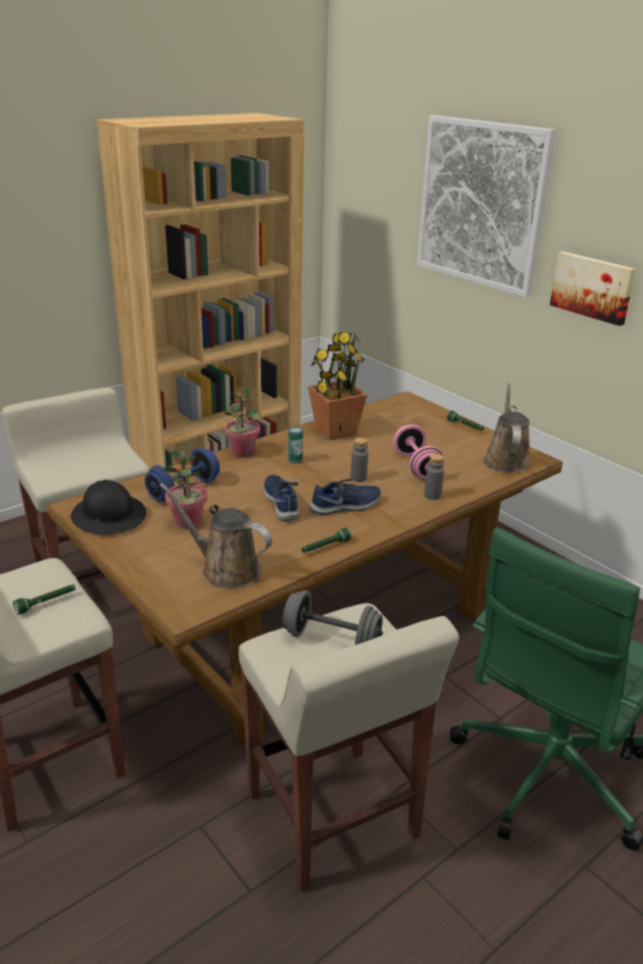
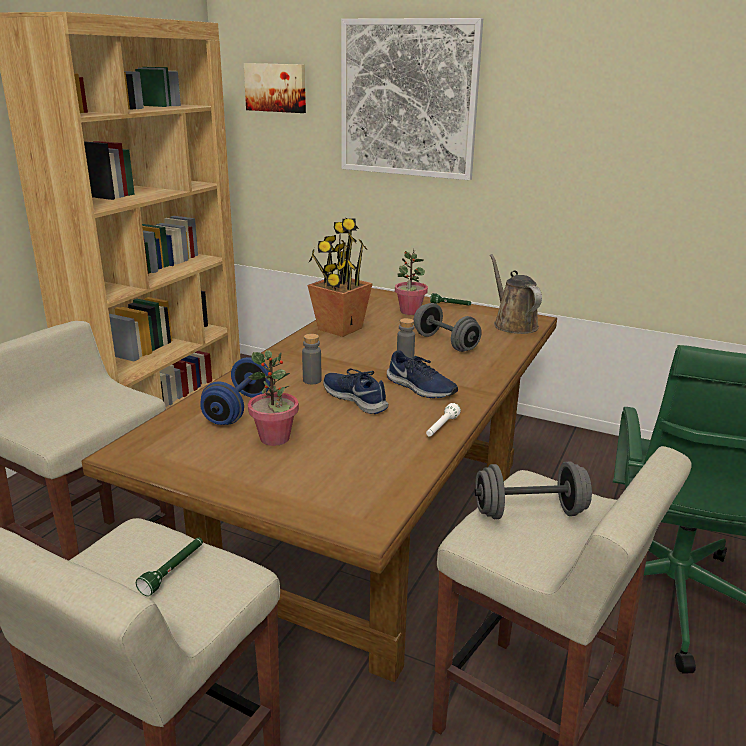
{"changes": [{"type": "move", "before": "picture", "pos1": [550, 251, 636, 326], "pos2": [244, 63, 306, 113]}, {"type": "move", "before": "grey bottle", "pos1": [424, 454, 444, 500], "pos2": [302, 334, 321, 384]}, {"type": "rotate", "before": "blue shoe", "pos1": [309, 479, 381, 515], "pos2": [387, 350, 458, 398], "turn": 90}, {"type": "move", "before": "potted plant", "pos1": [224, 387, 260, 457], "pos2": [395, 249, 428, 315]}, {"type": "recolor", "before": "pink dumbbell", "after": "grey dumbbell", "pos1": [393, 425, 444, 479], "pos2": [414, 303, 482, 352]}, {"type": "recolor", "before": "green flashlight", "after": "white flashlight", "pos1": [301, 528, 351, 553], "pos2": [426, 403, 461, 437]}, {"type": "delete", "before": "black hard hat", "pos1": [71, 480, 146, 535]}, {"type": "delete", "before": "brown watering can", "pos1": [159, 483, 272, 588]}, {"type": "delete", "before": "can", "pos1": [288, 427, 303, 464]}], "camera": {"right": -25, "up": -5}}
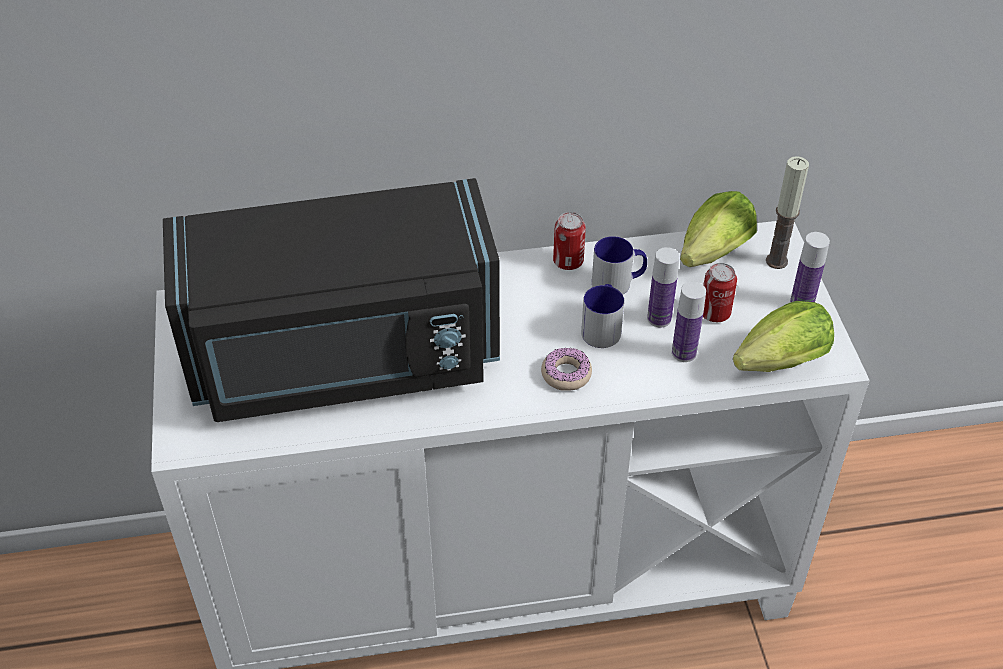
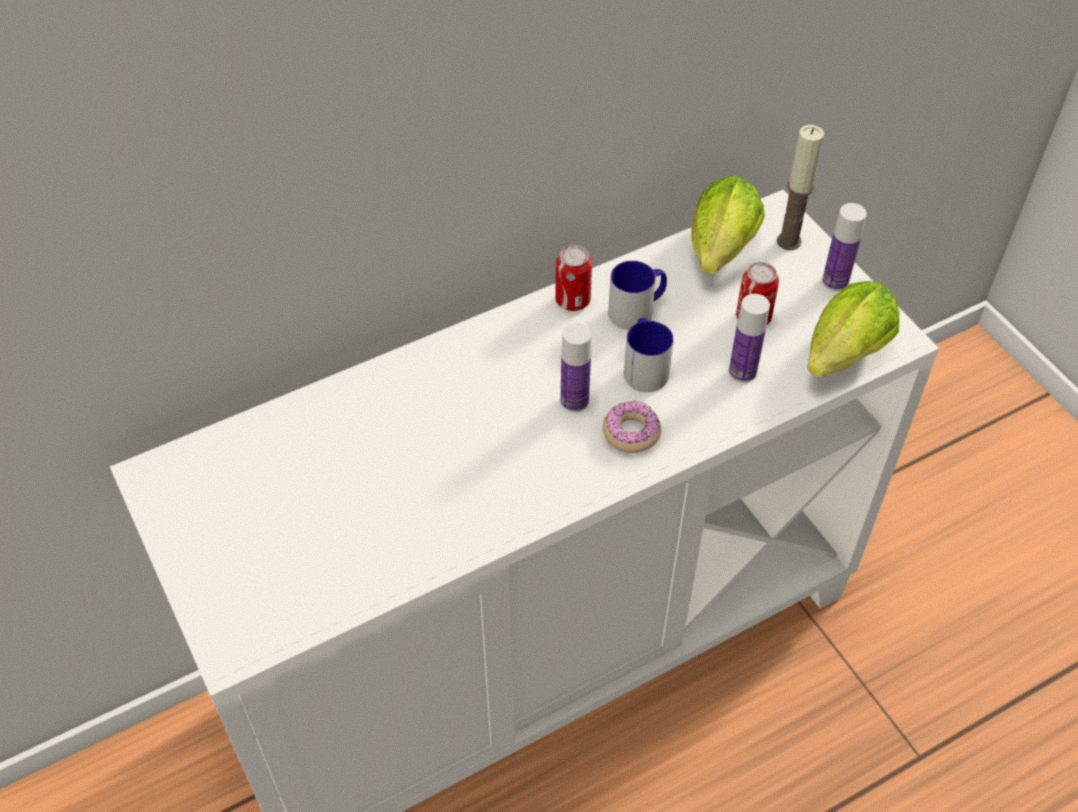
{"changes": [{"type": "move", "before": "bottle", "pos1": [647, 247, 680, 328], "pos2": [561, 323, 591, 412]}, {"type": "delete", "before": "black microwave", "pos1": [163, 178, 500, 422]}], "camera": {"right": -20, "up": 5}}
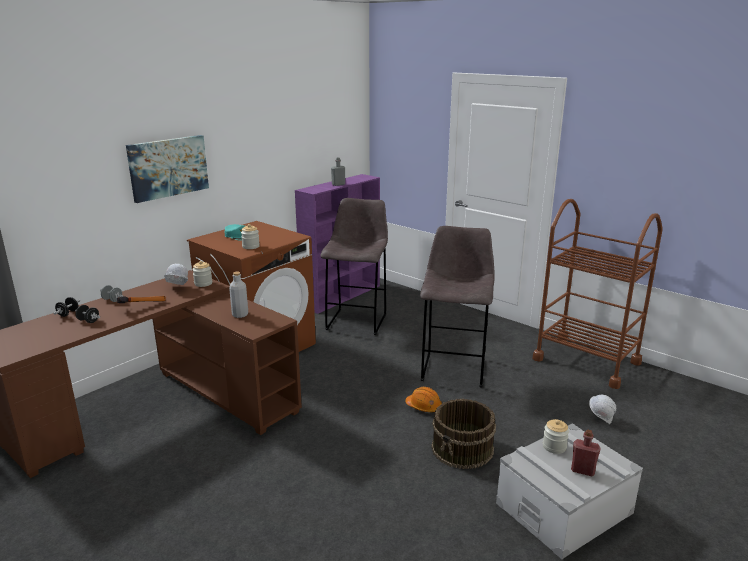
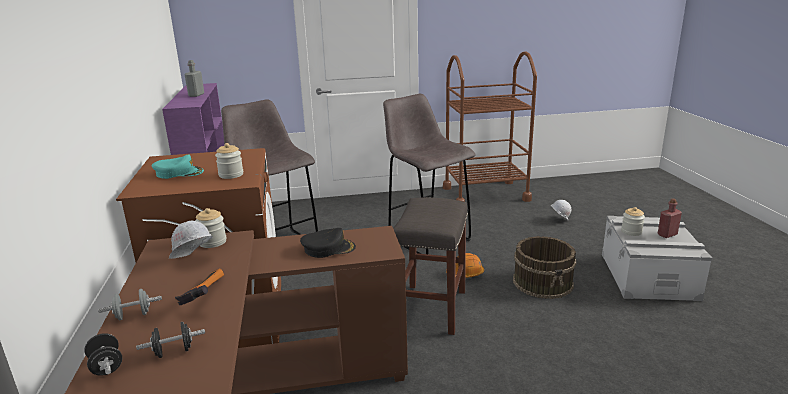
{"changes": [{"type": "replace", "before": "grey bottle", "after": "black cap", "pos1": [229, 272, 248, 318], "pos2": [300, 228, 356, 258]}, {"type": "insert", "after": "grey stool", "pos2": [393, 197, 468, 335]}, {"type": "delete", "before": "picture", "pos1": [126, 135, 209, 203]}], "camera": {"right": -50, "up": 0}}
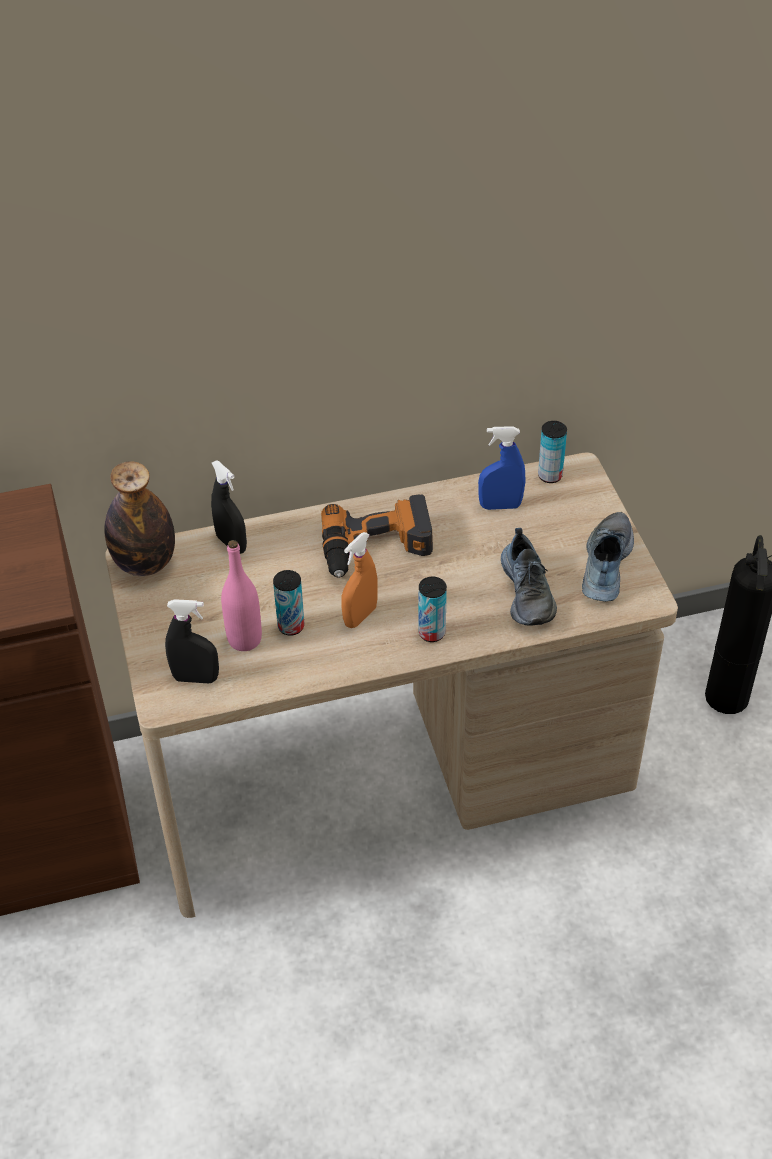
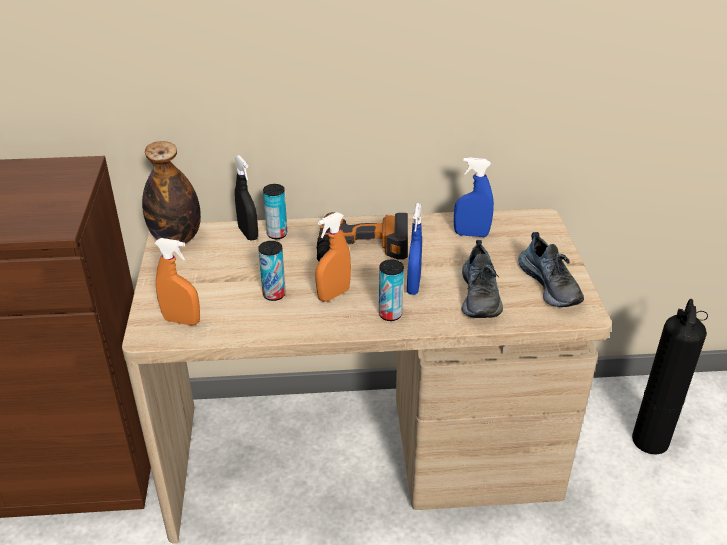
{"changes": [{"type": "recolor", "before": "black spray bottle", "after": "orange spray bottle", "pos1": [165, 599, 219, 683], "pos2": [155, 238, 200, 326]}, {"type": "move", "before": "can", "pos1": [538, 421, 567, 483], "pos2": [263, 184, 287, 239]}, {"type": "insert", "after": "blue spray bottle", "pos2": [407, 203, 422, 295]}, {"type": "rotate", "before": "shoe", "pos1": [582, 512, 634, 602], "pos2": [518, 232, 584, 307], "turn": 135}, {"type": "delete", "before": "pink bottle", "pos1": [221, 540, 262, 651]}], "camera": {"right": 10, "up": -10}}
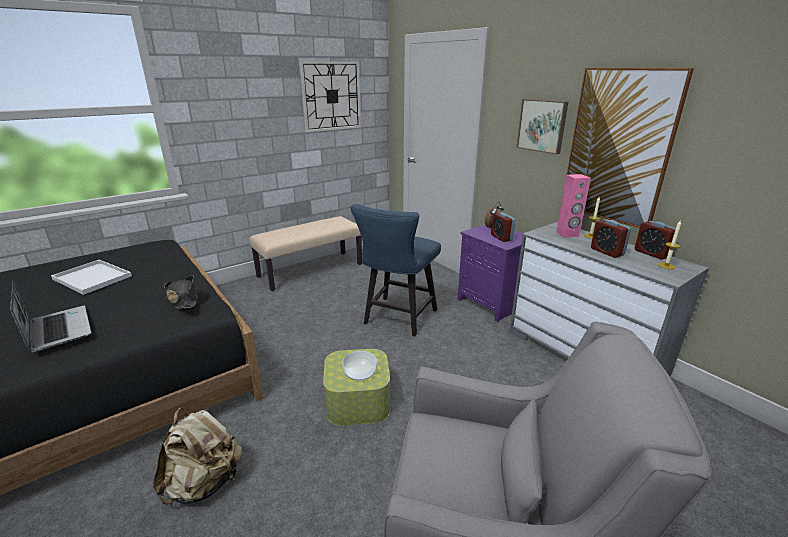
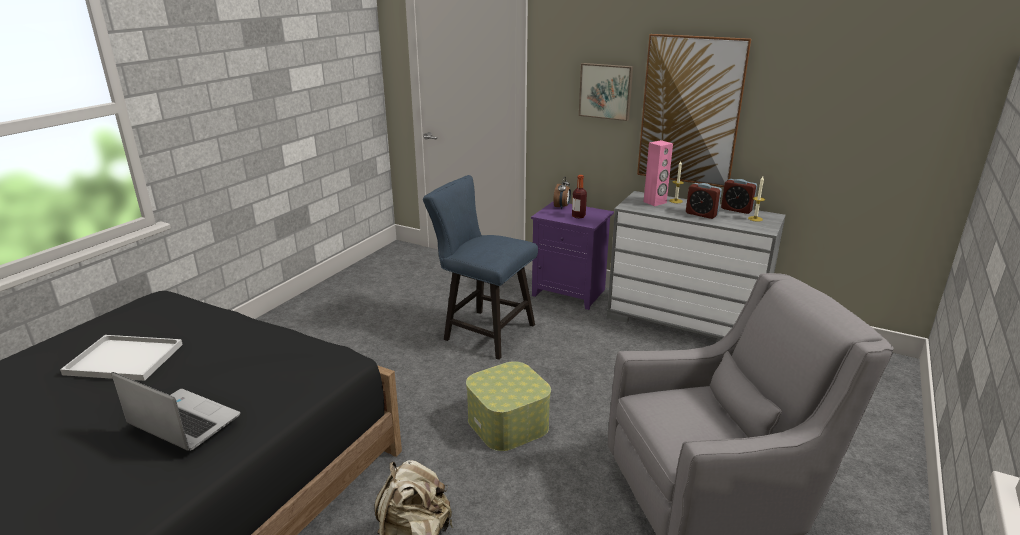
{"changes": [{"type": "rotate", "before": "blue chair", "pos1": [350, 204, 441, 336], "pos2": [423, 175, 538, 360], "turn": 120}, {"type": "replace", "before": "alarm clock", "after": "bottle", "pos1": [491, 212, 516, 242], "pos2": [572, 175, 587, 219]}, {"type": "delete", "before": "black hat", "pos1": [164, 275, 197, 309]}, {"type": "delete", "before": "beige bench", "pos1": [249, 216, 362, 291]}, {"type": "delete", "before": "wall clock", "pos1": [300, 61, 361, 132]}, {"type": "delete", "before": "bowl", "pos1": [342, 351, 377, 381]}], "camera": {"right": -25, "up": 0}}
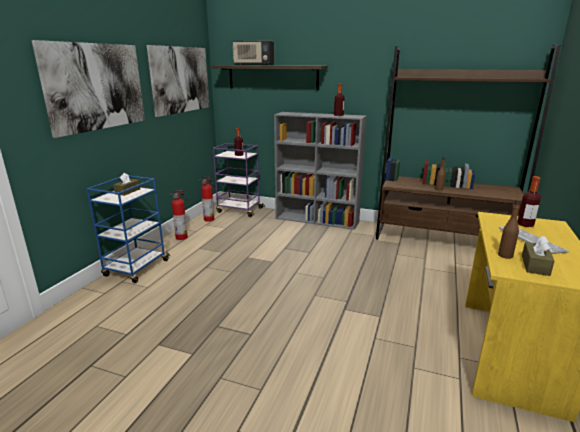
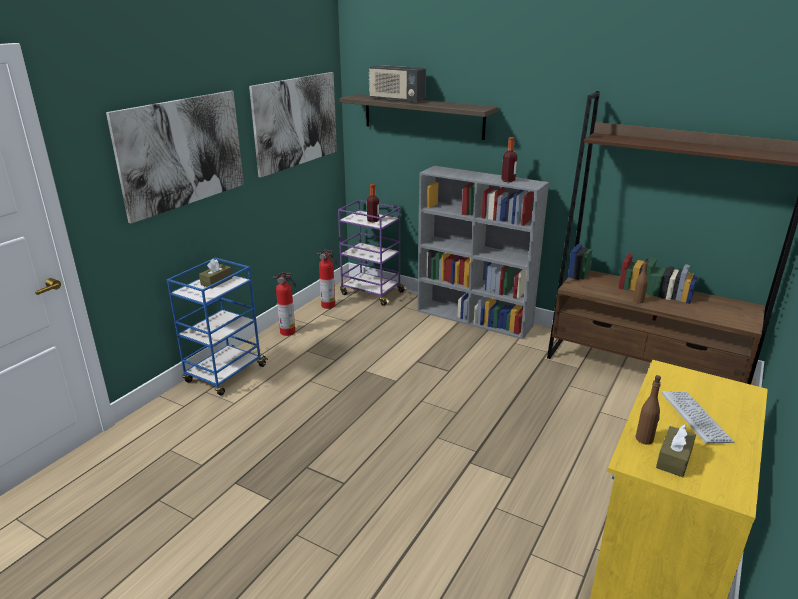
{"changes": [{"type": "delete", "before": "bottle", "pos1": [517, 176, 541, 227]}], "camera": {"right": 10, "up": 5}}
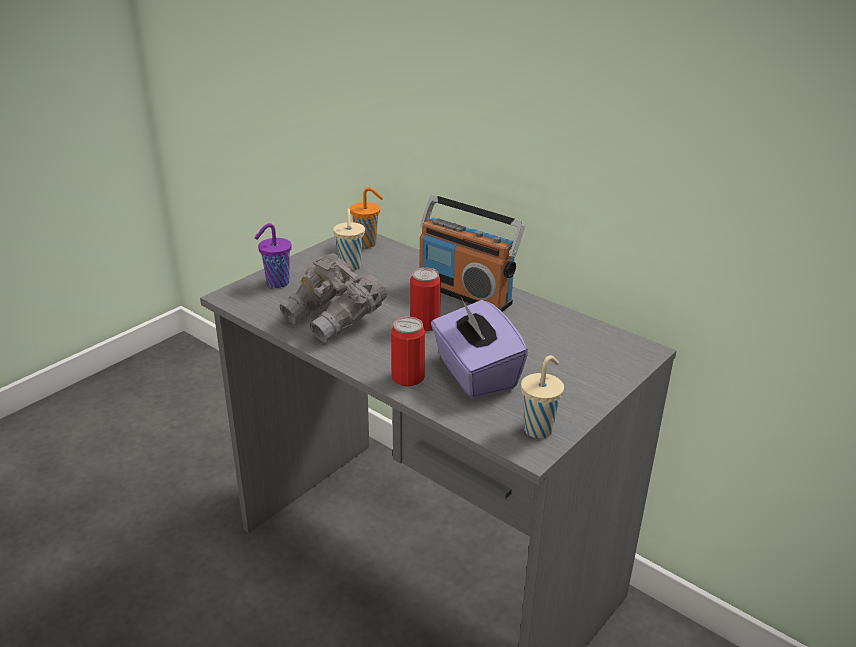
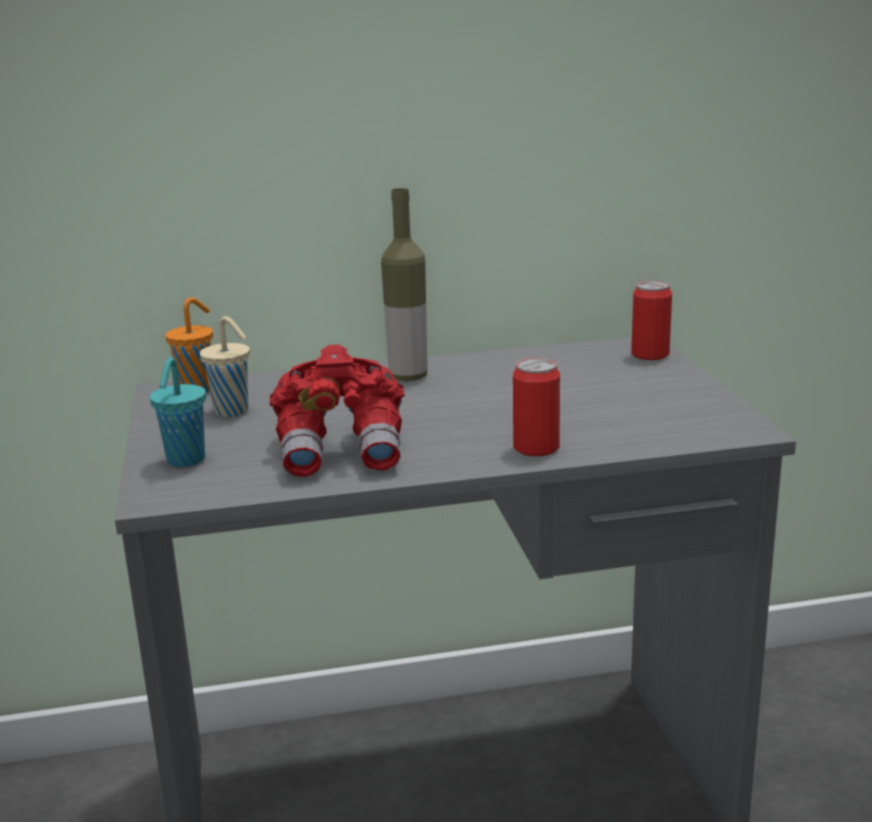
{"changes": [{"type": "recolor", "before": "purple cup", "after": "turquoise cup", "pos1": [255, 223, 292, 288], "pos2": [150, 357, 206, 467]}, {"type": "recolor", "before": "grey binoculars", "after": "red binoculars", "pos1": [280, 253, 387, 343], "pos2": [270, 344, 404, 477]}, {"type": "replace", "before": "radio", "after": "bottle", "pos1": [419, 195, 525, 312], "pos2": [381, 188, 428, 381]}, {"type": "move", "before": "can", "pos1": [410, 267, 441, 331], "pos2": [631, 280, 672, 360]}, {"type": "delete", "before": "purple tissue box", "pos1": [431, 297, 528, 398]}, {"type": "delete", "before": "beige cup", "pos1": [521, 355, 564, 439]}], "camera": {"right": -50, "up": -10}}
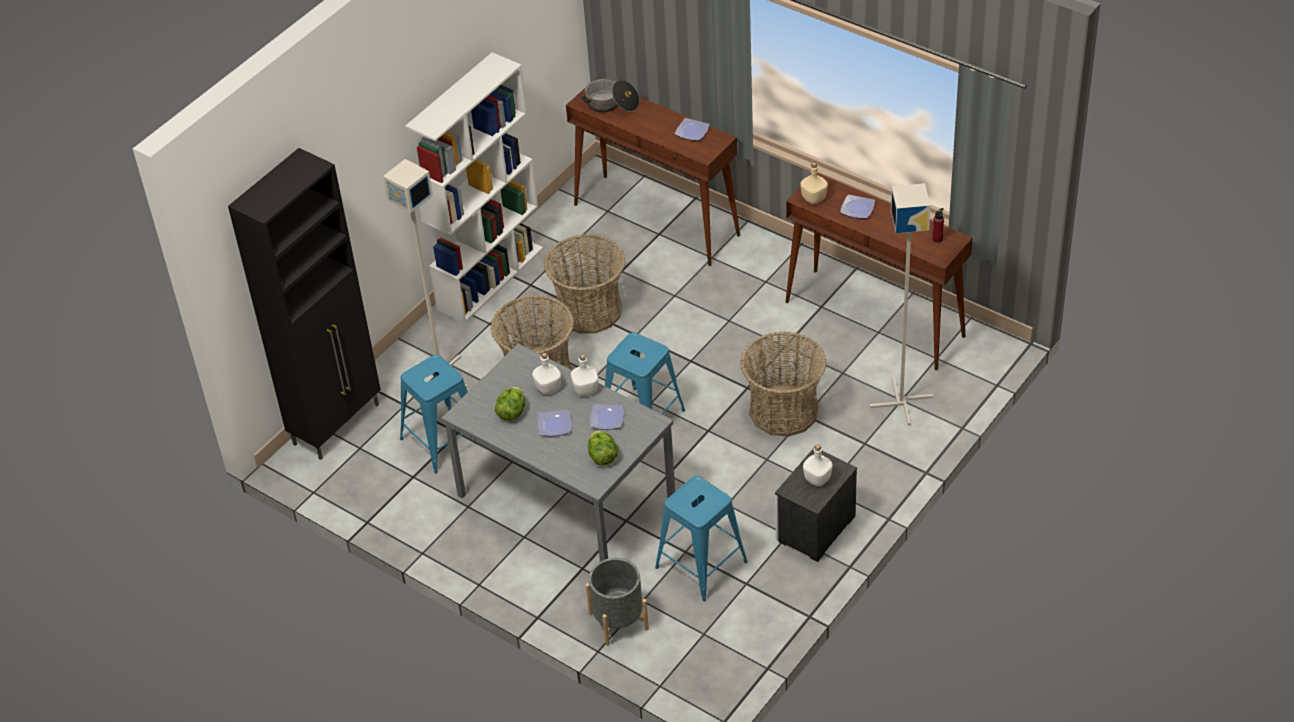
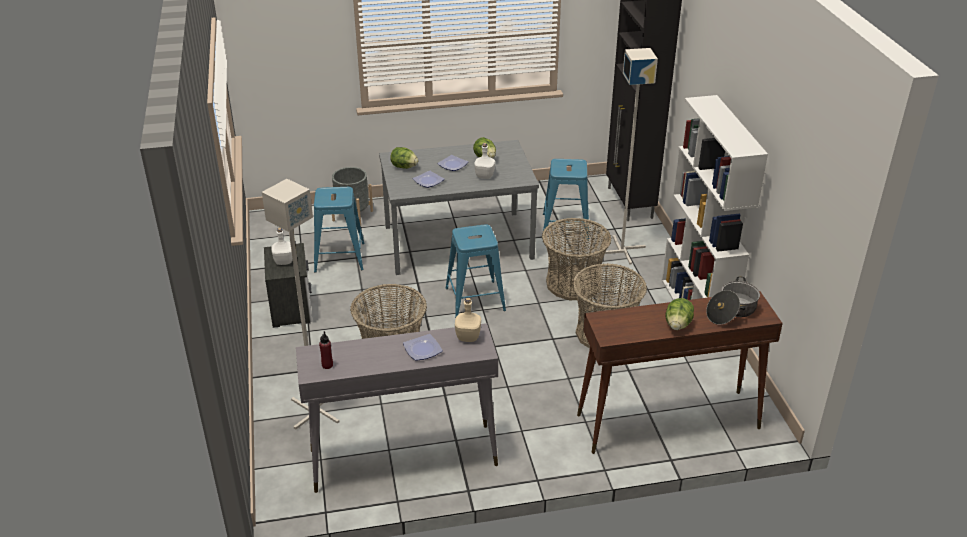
{"changes": [{"type": "recolor", "before": "brown console table", "after": "grey console table", "pos1": [786, 173, 973, 370], "pos2": [296, 323, 498, 493]}, {"type": "insert", "after": "lettuce", "pos2": [665, 298, 694, 330]}, {"type": "delete", "before": "white bottle", "pos1": [571, 354, 598, 396]}, {"type": "delete", "before": "plate", "pos1": [674, 118, 710, 141]}], "camera": {"right": 130, "up": -10}}
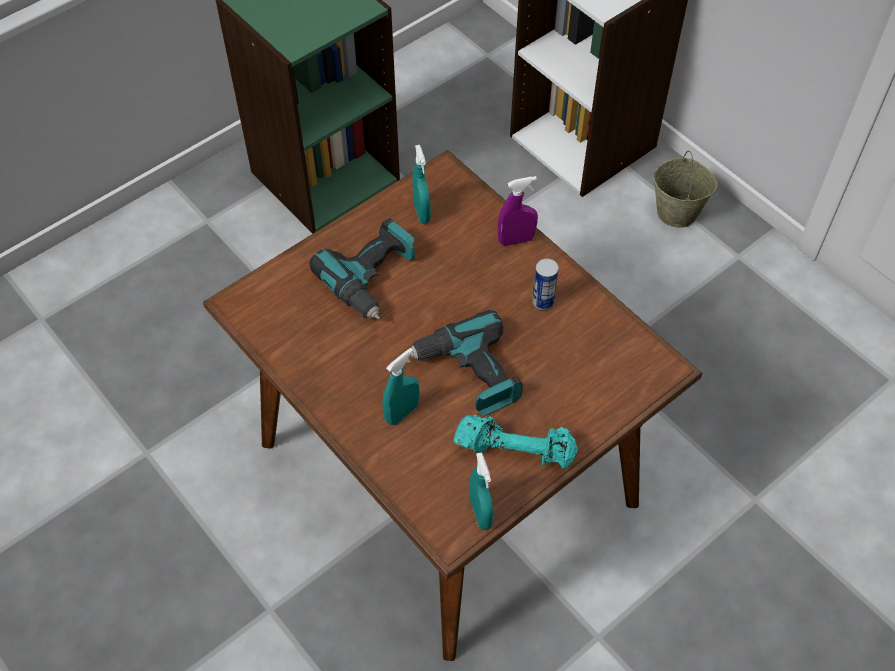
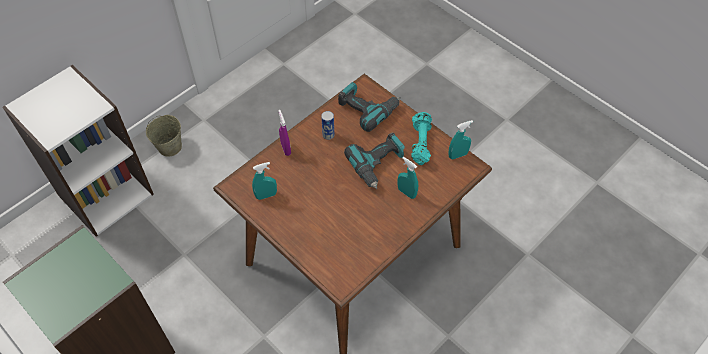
{"changes": [{"type": "move", "before": "power drill", "pos1": [309, 218, 415, 320], "pos2": [338, 82, 401, 132]}], "camera": {"right": -95, "up": 0}}
